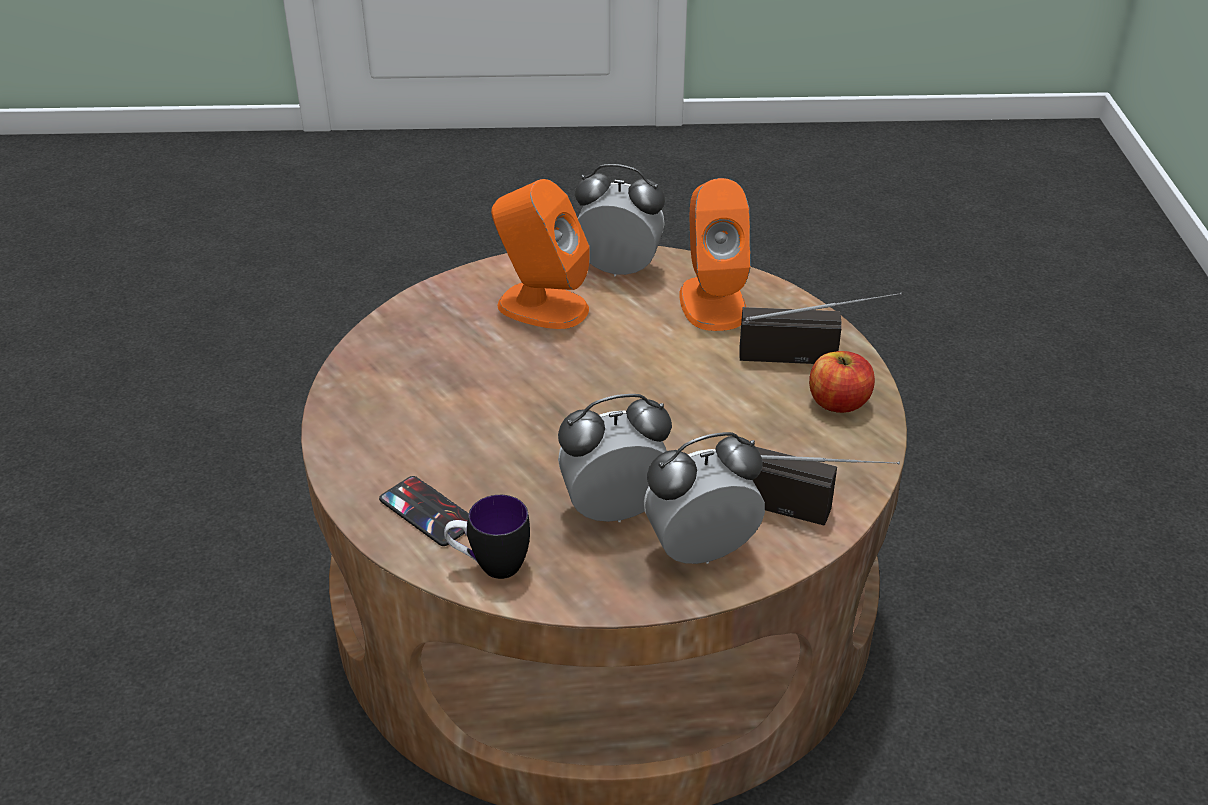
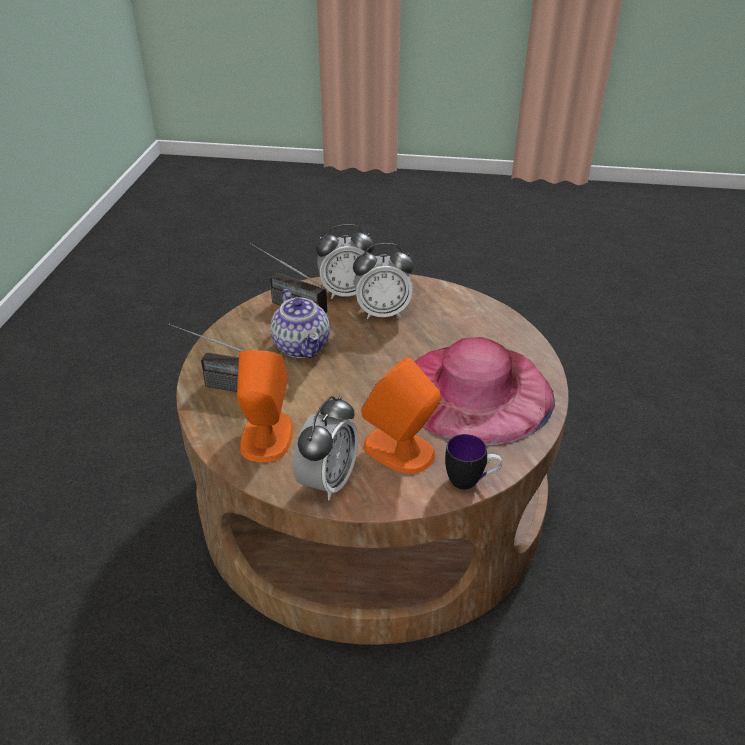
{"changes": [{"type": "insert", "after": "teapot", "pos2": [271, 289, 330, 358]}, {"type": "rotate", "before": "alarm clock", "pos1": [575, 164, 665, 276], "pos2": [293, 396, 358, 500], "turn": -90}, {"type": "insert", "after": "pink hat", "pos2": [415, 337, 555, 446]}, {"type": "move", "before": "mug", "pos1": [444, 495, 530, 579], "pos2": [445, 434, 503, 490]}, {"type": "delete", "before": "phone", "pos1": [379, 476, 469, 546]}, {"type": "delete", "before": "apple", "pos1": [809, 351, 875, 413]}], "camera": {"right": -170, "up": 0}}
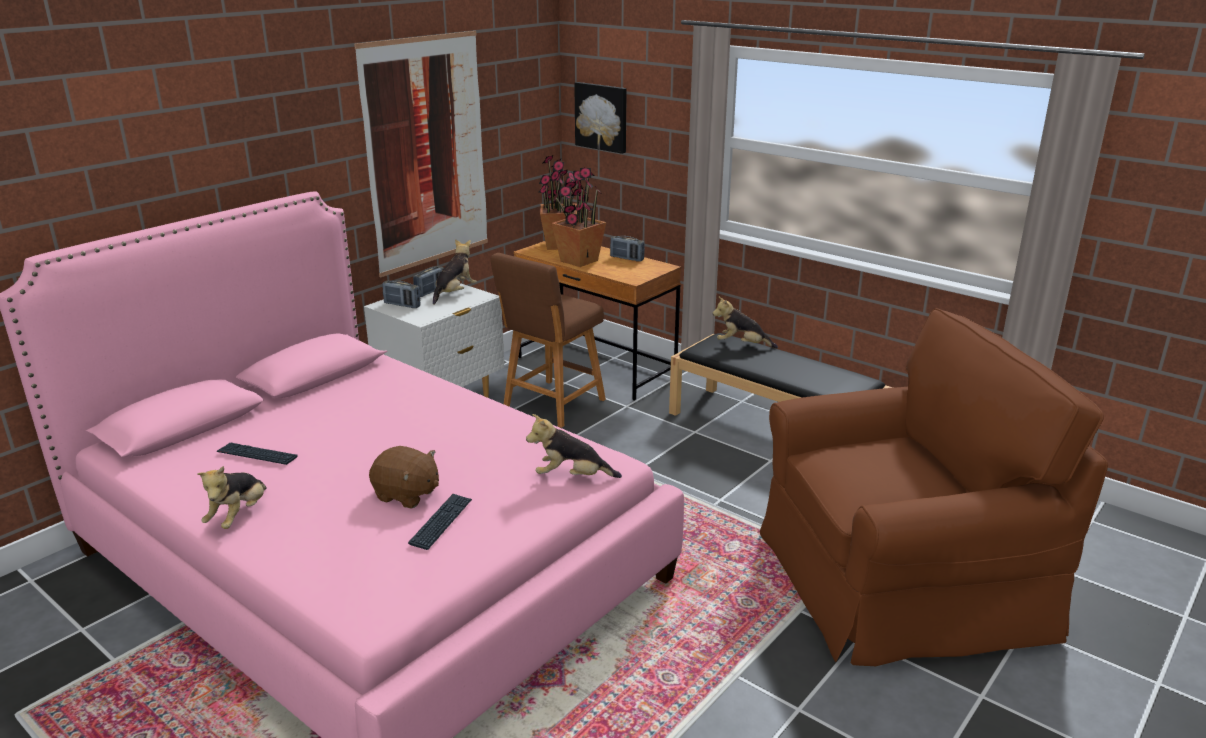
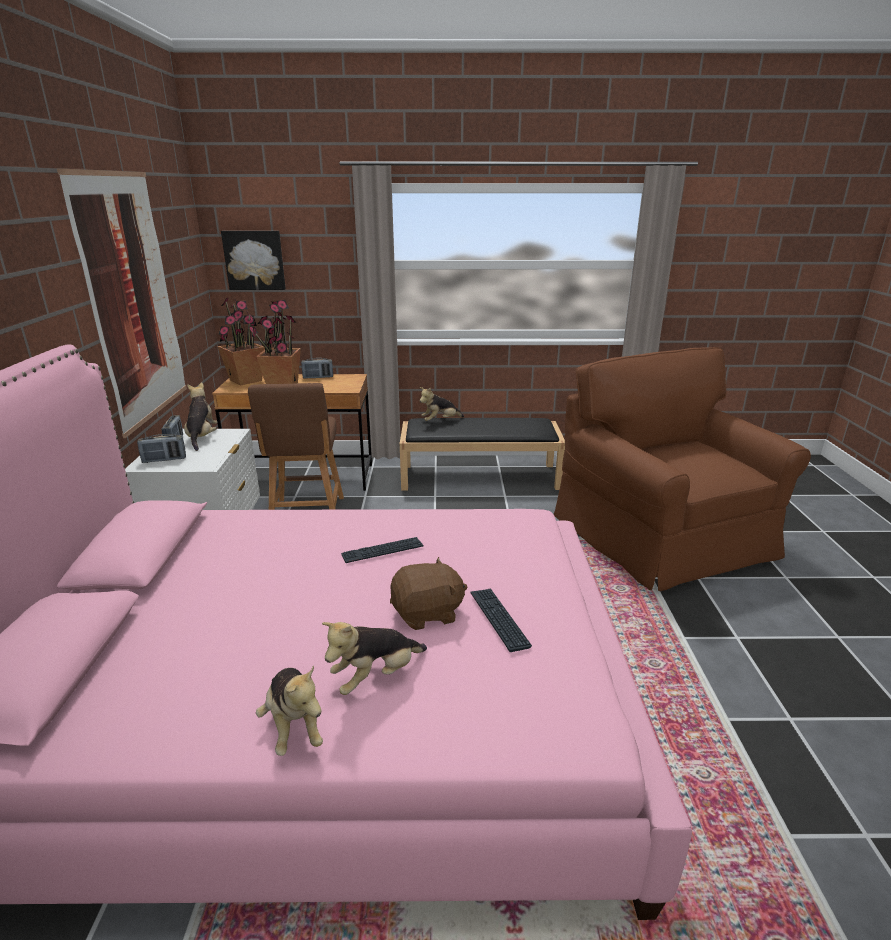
{"changes": [{"type": "move", "before": "plush toy", "pos1": [526, 414, 622, 478], "pos2": [322, 622, 427, 695]}, {"type": "move", "before": "keyboard", "pos1": [217, 443, 298, 465], "pos2": [341, 537, 423, 563]}, {"type": "rotate", "before": "brown armchair", "pos1": [760, 308, 1108, 666], "pos2": [554, 347, 811, 591], "turn": -60}], "camera": {"right": -40, "up": 0}}
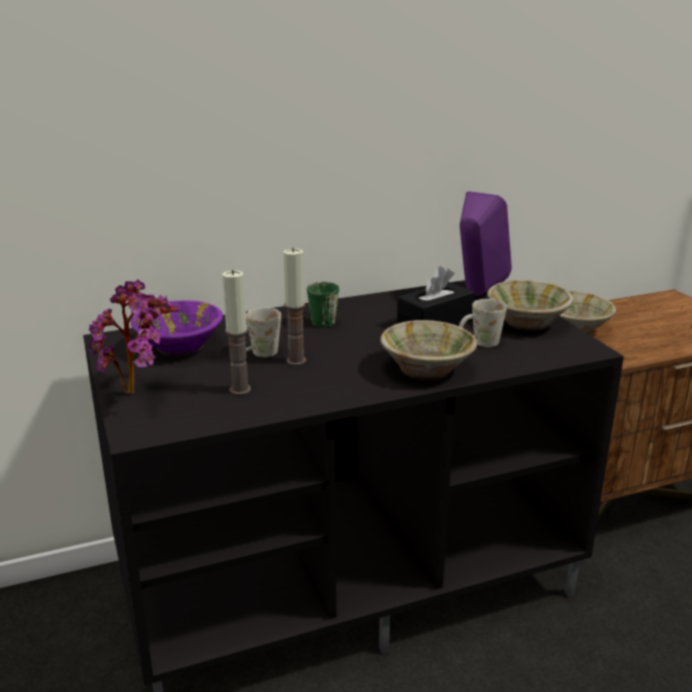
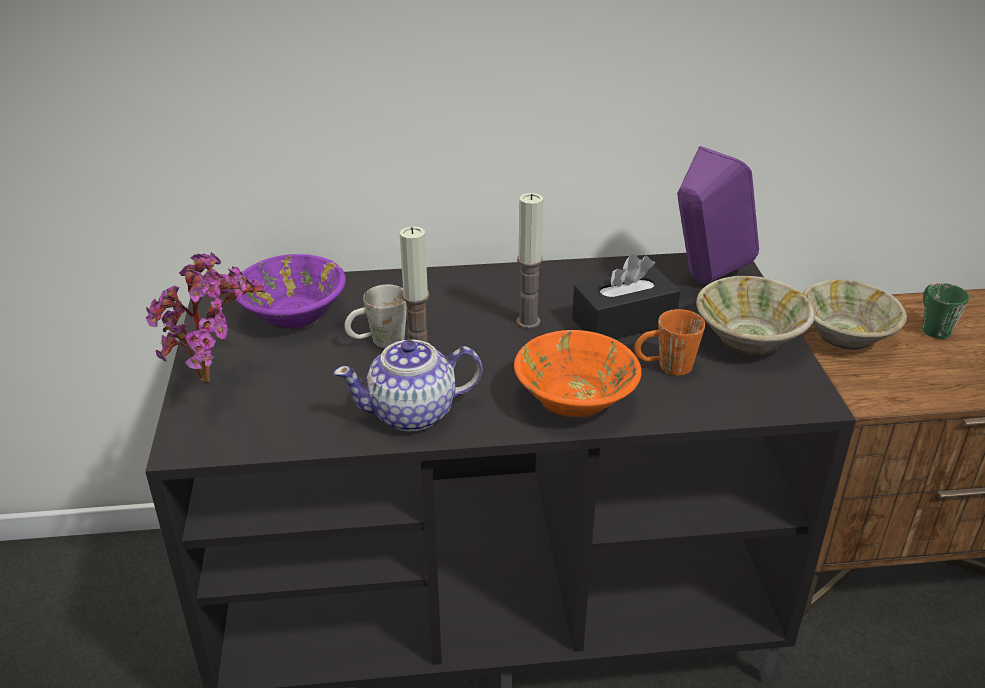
{"changes": [{"type": "insert", "after": "teapot", "pos2": [334, 340, 482, 432]}, {"type": "recolor", "before": "beige bowl", "after": "orange bowl", "pos1": [380, 320, 477, 380], "pos2": [514, 330, 642, 420]}, {"type": "move", "before": "candle", "pos1": [223, 270, 251, 395], "pos2": [516, 193, 543, 329]}, {"type": "recolor", "before": "white mug", "after": "orange mug", "pos1": [459, 299, 507, 347], "pos2": [634, 309, 705, 376]}, {"type": "move", "before": "green mug", "pos1": [307, 282, 339, 327], "pos2": [922, 283, 969, 339]}], "camera": {"right": 15, "up": 10}}
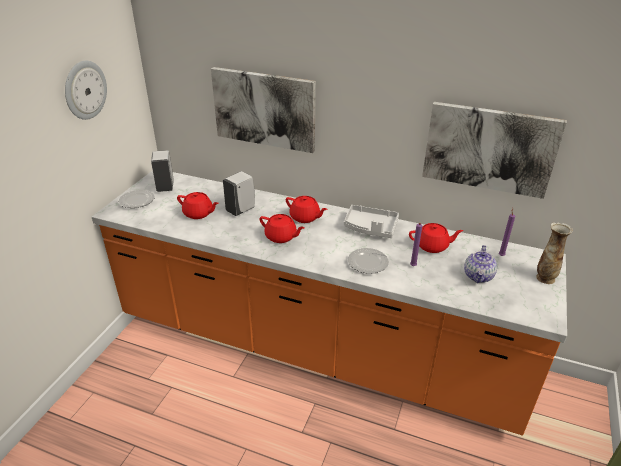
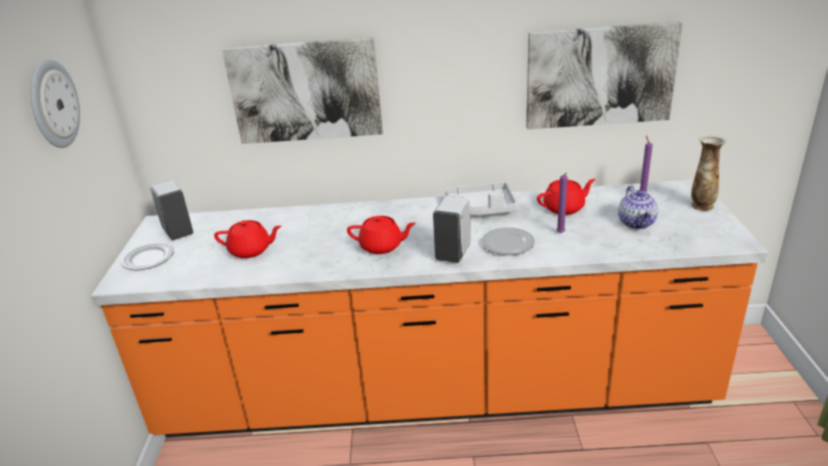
{"changes": [{"type": "move", "before": "white soap dispenser", "pos1": [223, 171, 255, 216], "pos2": [433, 196, 471, 263]}, {"type": "delete", "before": "red teapot", "pos1": [286, 196, 327, 223]}], "camera": {"right": -20, "up": -5}}
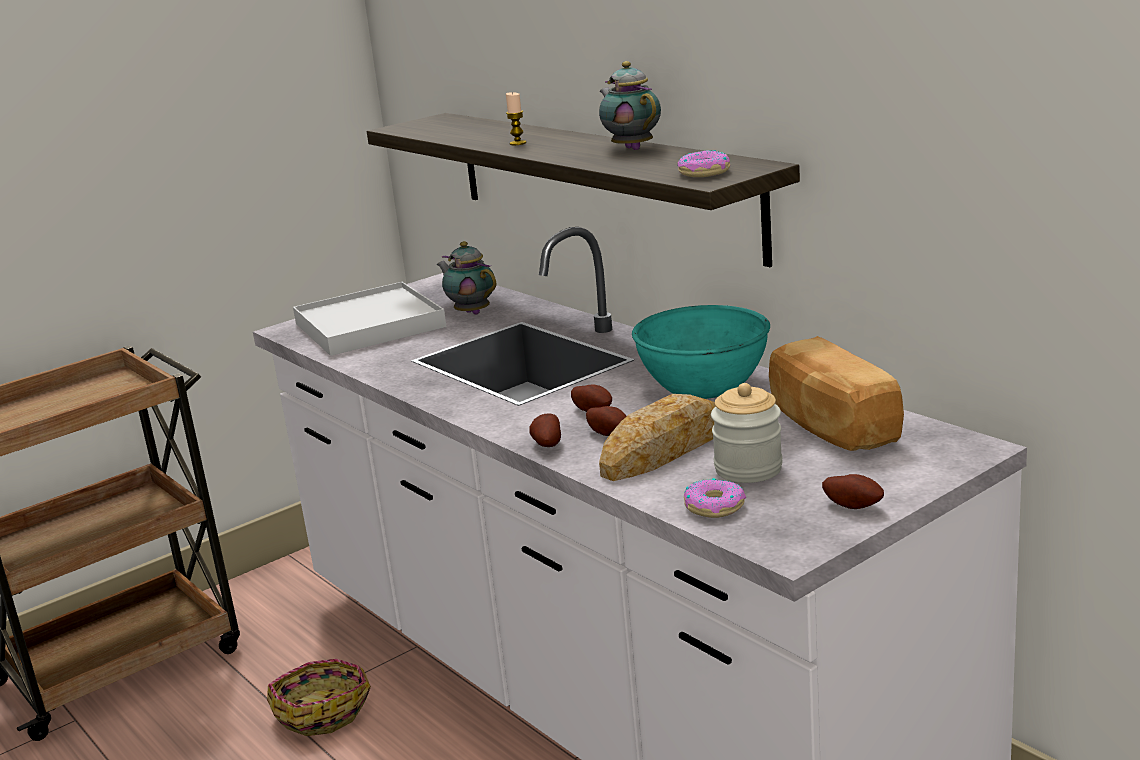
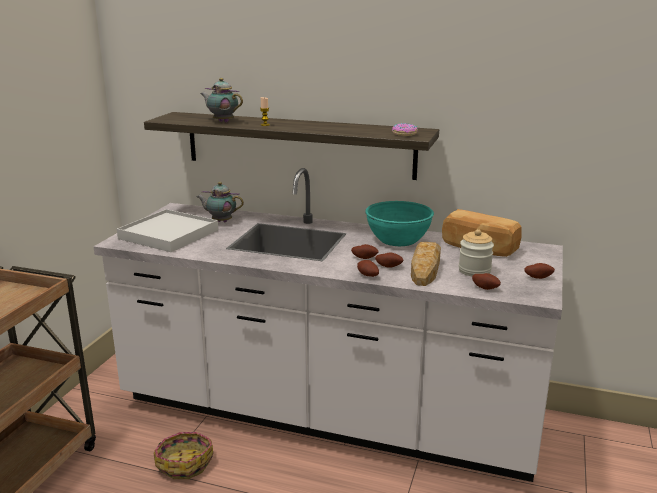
{"changes": [{"type": "move", "before": "teapot", "pos1": [599, 61, 661, 150], "pos2": [200, 78, 243, 122]}, {"type": "replace", "before": "donut", "after": "potato", "pos1": [684, 478, 746, 518], "pos2": [472, 273, 501, 290]}], "camera": {"right": -35, "up": 0}}
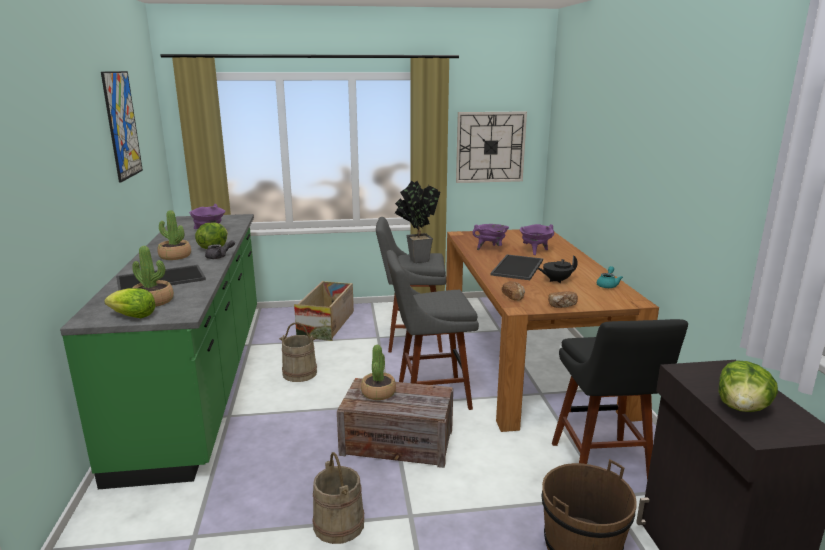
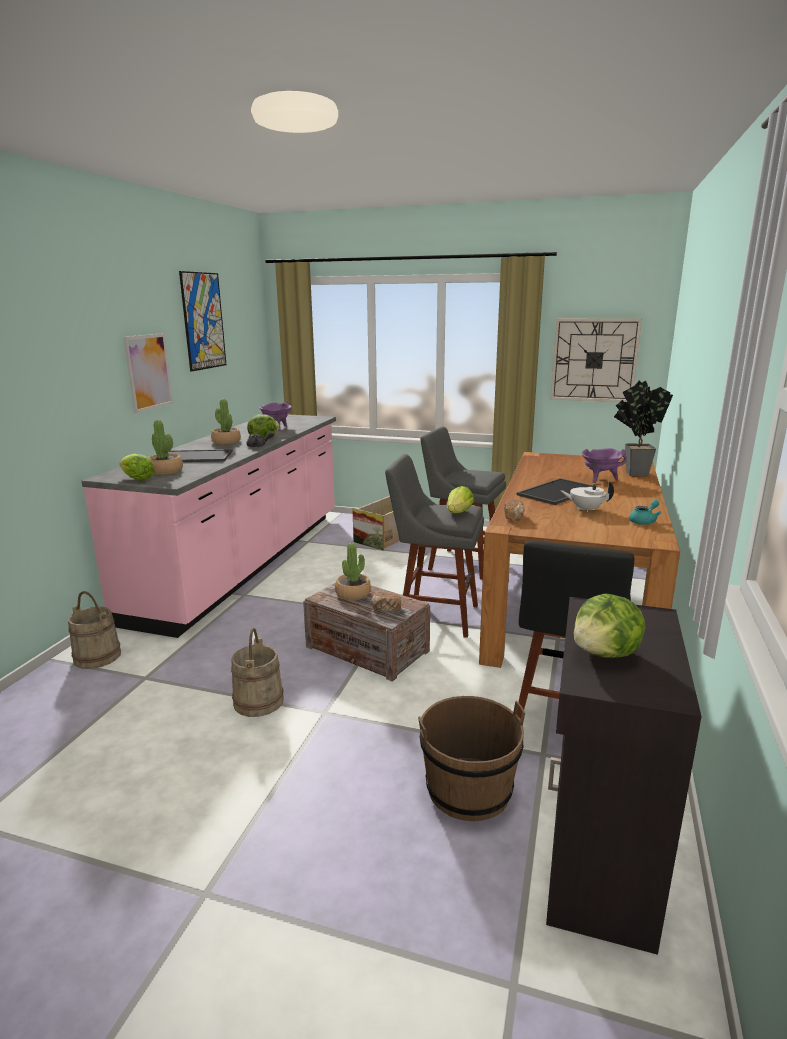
{"changes": [{"type": "move", "before": "beige bucket", "pos1": [279, 322, 317, 382], "pos2": [68, 591, 121, 669]}, {"type": "recolor", "before": "green counter", "after": "pink counter", "pos1": [60, 214, 257, 489], "pos2": [81, 415, 336, 638]}, {"type": "insert", "after": "picture", "pos2": [124, 333, 173, 413]}, {"type": "move", "before": "bread", "pos1": [548, 291, 578, 308], "pos2": [371, 593, 401, 612]}, {"type": "insert", "after": "lettuce", "pos2": [447, 486, 474, 513]}, {"type": "recolor", "before": "black teapot", "after": "white teapot", "pos1": [537, 255, 578, 283], "pos2": [561, 481, 614, 512]}, {"type": "move", "before": "potted plant", "pos1": [395, 181, 440, 263], "pos2": [614, 381, 673, 476]}, {"type": "delete", "before": "purple cooking pot", "pos1": [473, 224, 509, 250]}], "camera": {"right": 25, "up": 0}}
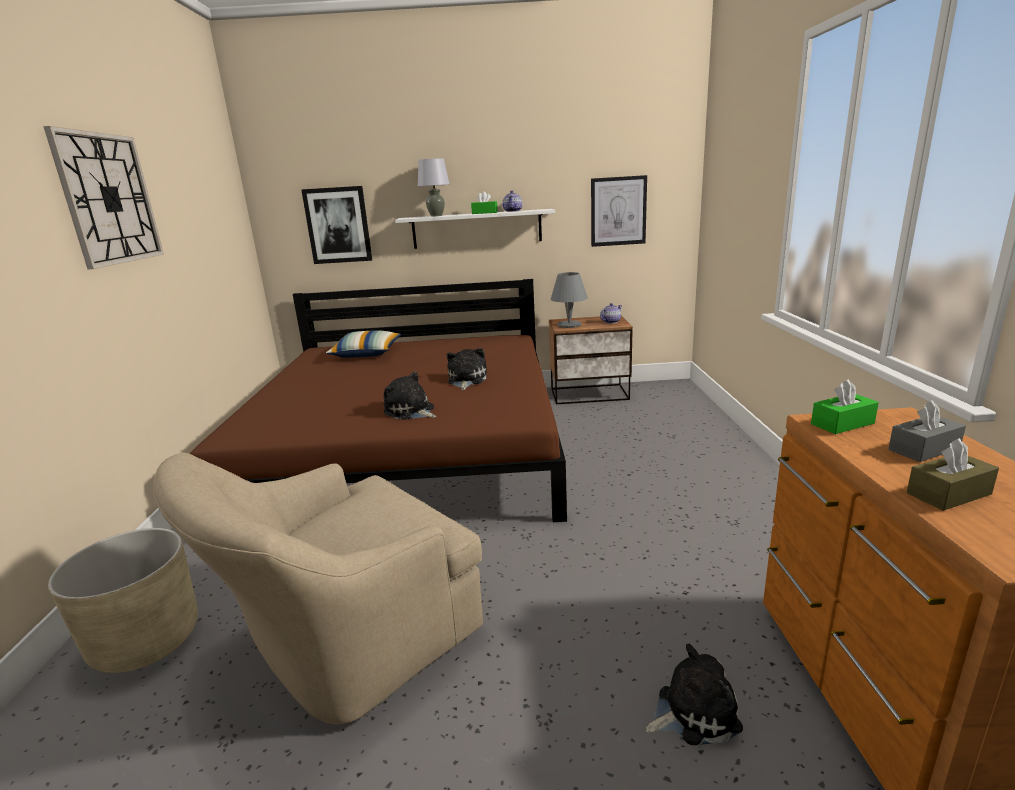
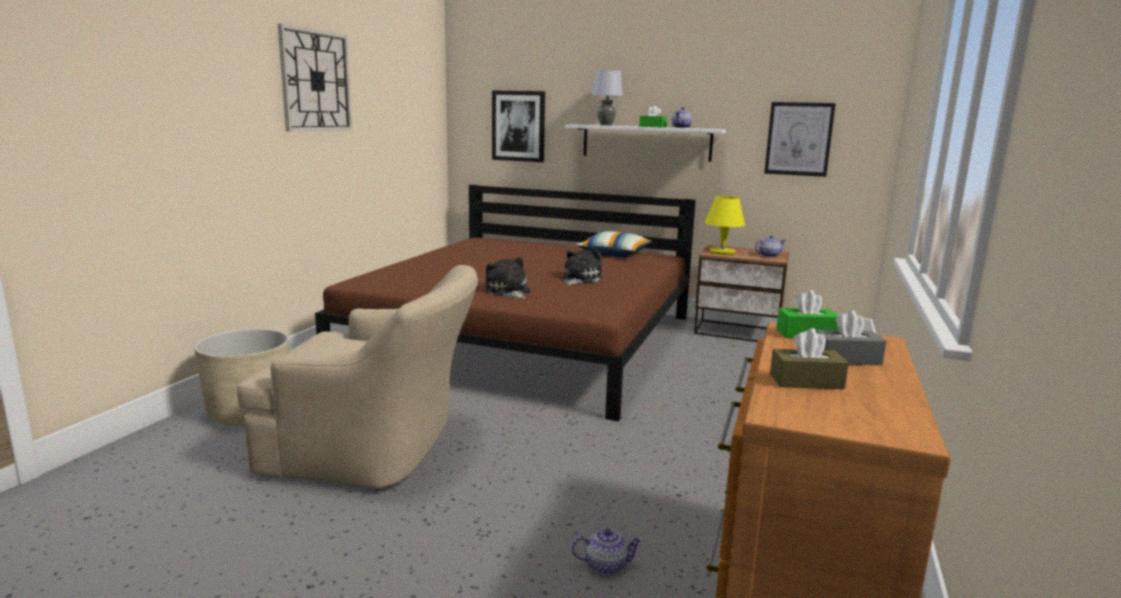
{"changes": [{"type": "rotate", "before": "beige armchair", "pos1": [153, 453, 483, 725], "pos2": [237, 265, 478, 488], "turn": -150}, {"type": "replace", "before": "plush toy", "after": "teapot", "pos1": [646, 644, 743, 745], "pos2": [572, 528, 643, 575]}, {"type": "move", "before": "pillow", "pos1": [326, 330, 401, 358], "pos2": [577, 231, 653, 257]}, {"type": "recolor", "before": "grey table lamp", "after": "yellow table lamp", "pos1": [551, 272, 588, 328], "pos2": [705, 196, 745, 255]}], "camera": {"right": 20, "up": -5}}
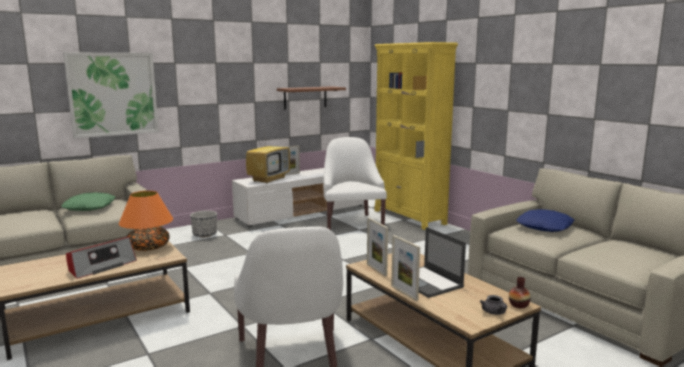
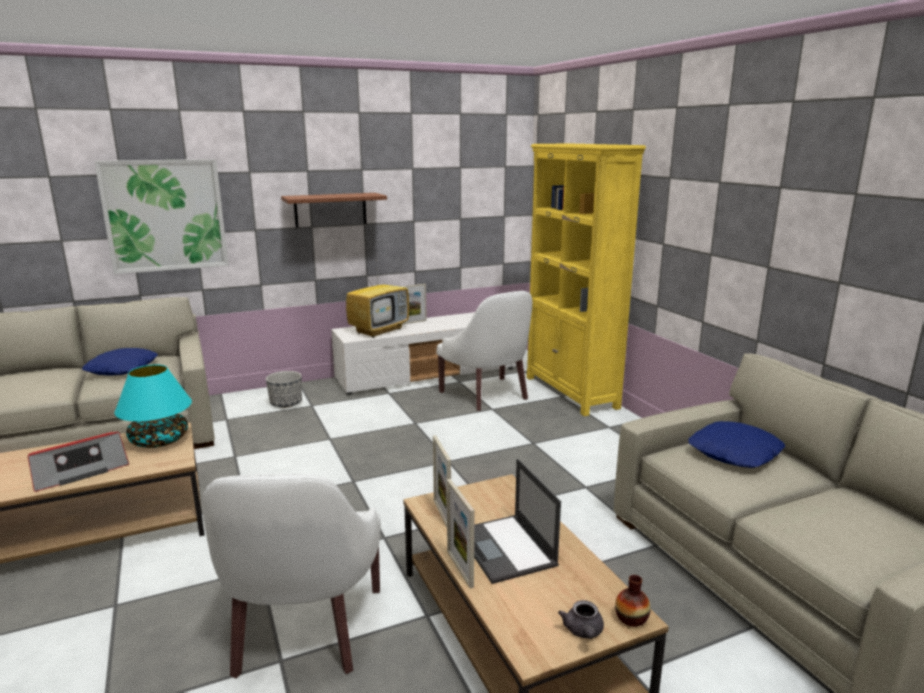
{"changes": [{"type": "recolor", "before": "green pillow", "after": "blue pillow", "pos1": [61, 192, 115, 211], "pos2": [82, 348, 158, 376]}, {"type": "recolor", "before": "orange table lamp", "after": "turquoise table lamp", "pos1": [119, 191, 173, 251], "pos2": [114, 365, 192, 448]}, {"type": "move", "before": "brown shelf", "pos1": [277, 86, 346, 110], "pos2": [281, 193, 387, 228]}, {"type": "rotate", "before": "white armchair", "pos1": [323, 137, 387, 230], "pos2": [436, 291, 532, 411], "turn": 150}], "camera": {"right": 10, "up": 5}}
